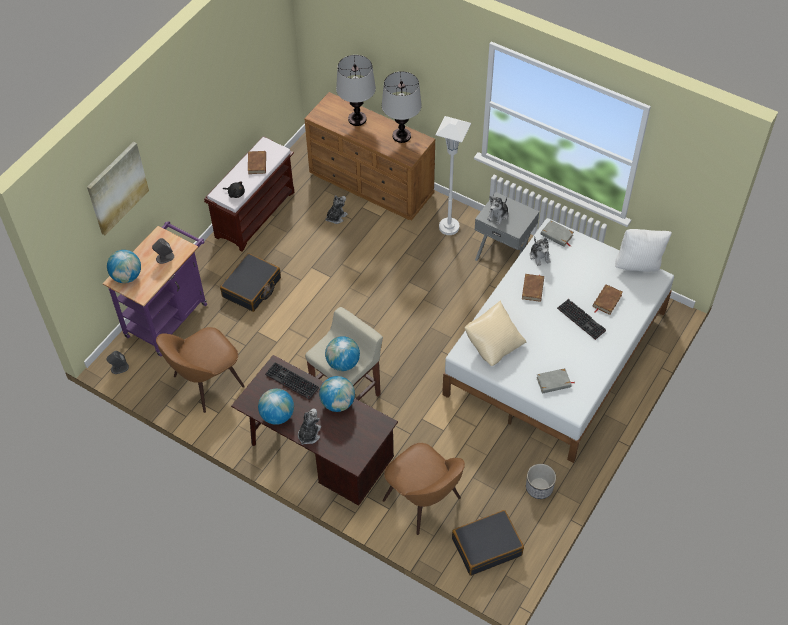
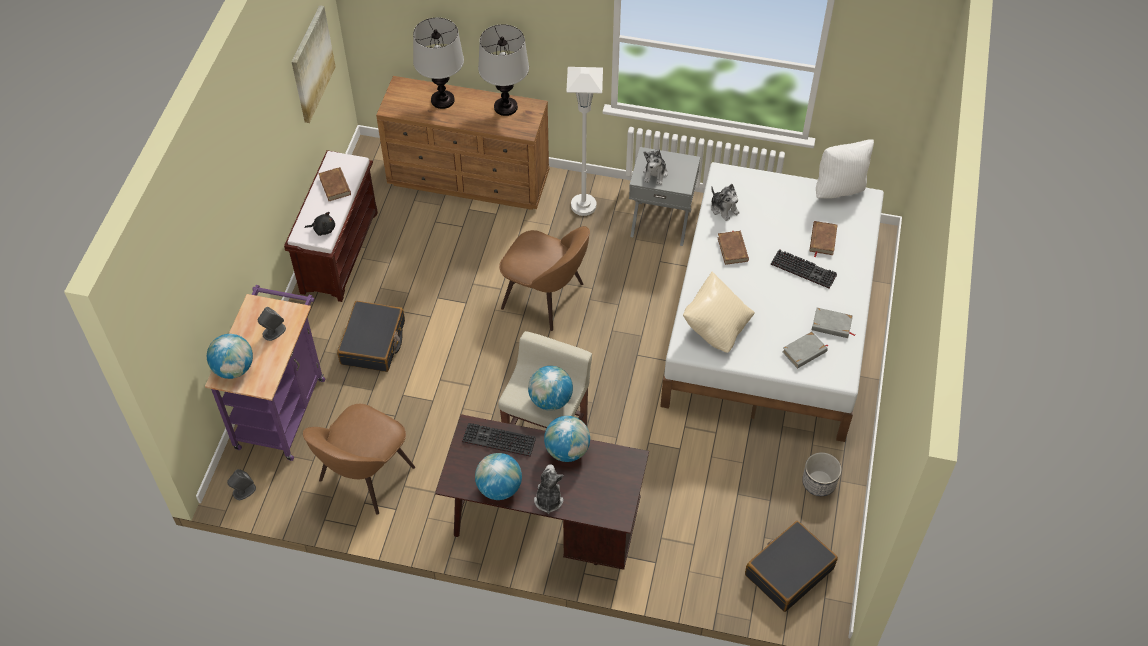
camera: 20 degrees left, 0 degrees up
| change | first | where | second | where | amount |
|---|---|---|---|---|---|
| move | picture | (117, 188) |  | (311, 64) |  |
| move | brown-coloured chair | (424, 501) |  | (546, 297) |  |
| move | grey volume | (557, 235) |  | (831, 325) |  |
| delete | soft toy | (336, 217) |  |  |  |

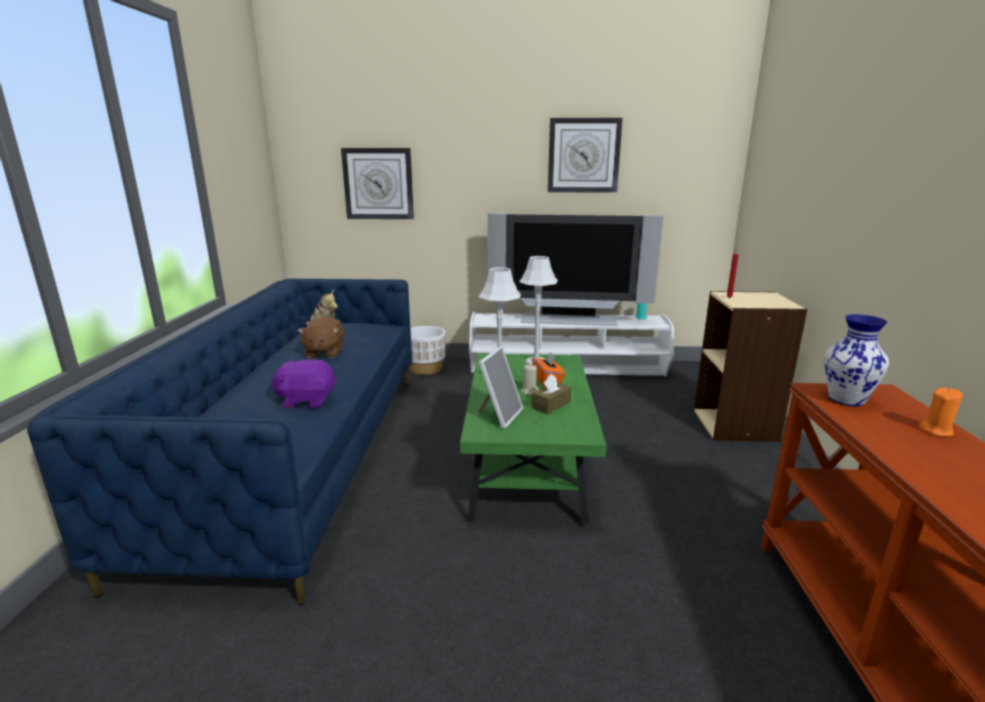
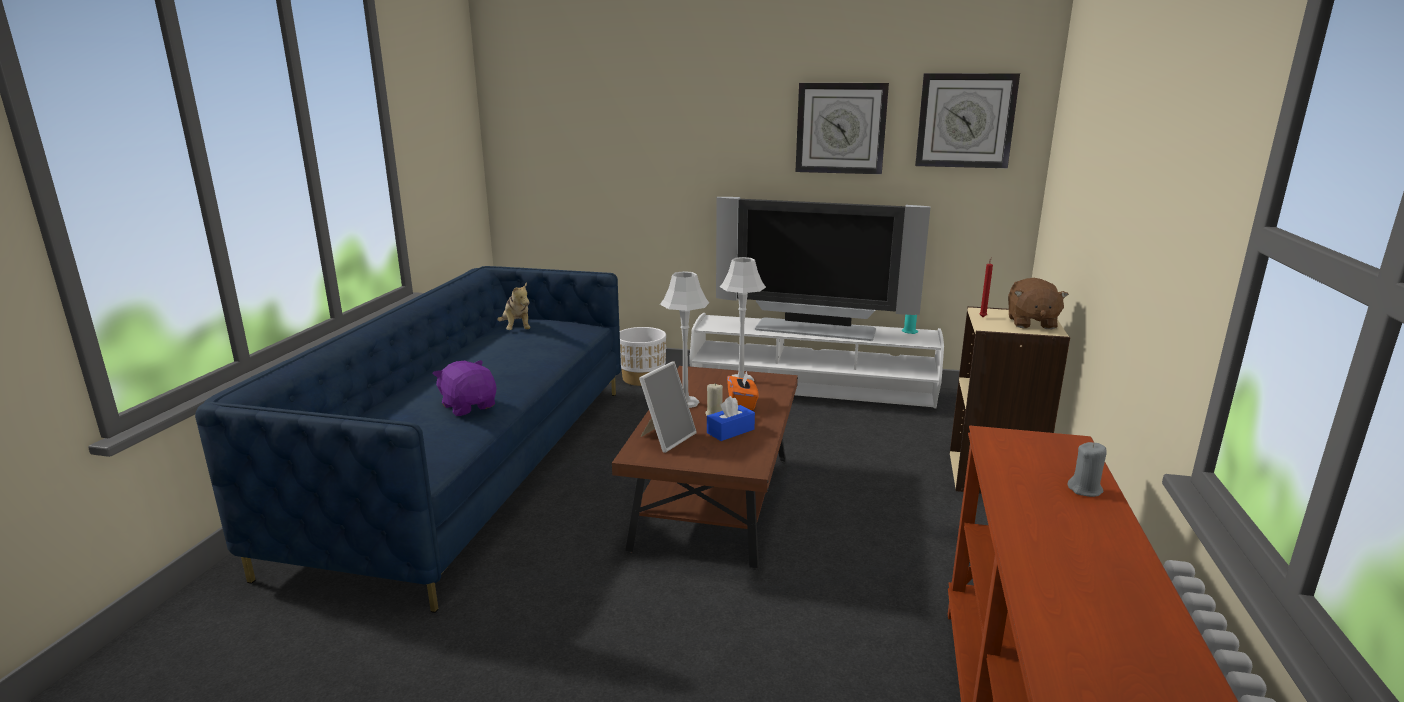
camera: 10 degrees right, 0 degrees up
| change | first | where | second | where | amount |
|---|---|---|---|---|---|
| rotate | purple-coloured soft toy | (307, 400) |  | (469, 406) | 45 degrees clockwise |
| recolor | green-coloured coffee table | (527, 468) | brown-coloured coffee table | (714, 503) |  |
| recolor | brown-coloured tissue box | (551, 405) | blue tissue box | (730, 431) |  |
| move | hanging clock | (378, 184) |  | (965, 120) |  |
| move | brown-coloured soft toy | (324, 353) |  | (1031, 323) |  |
| recolor | orange wax light | (936, 430) | grey wax light | (1085, 490) |  |
| delete | vase | (845, 399) |  |  |  |

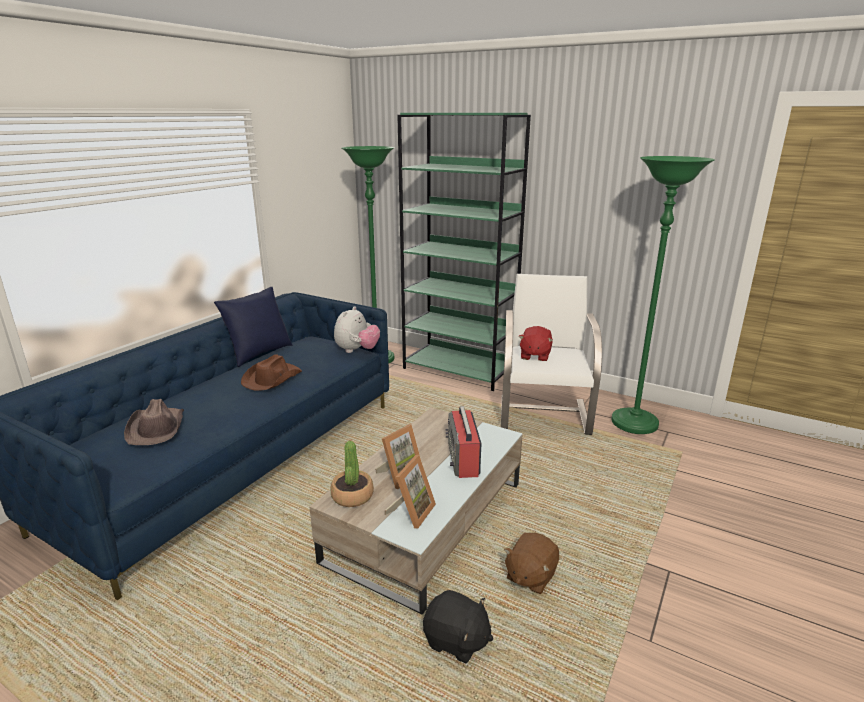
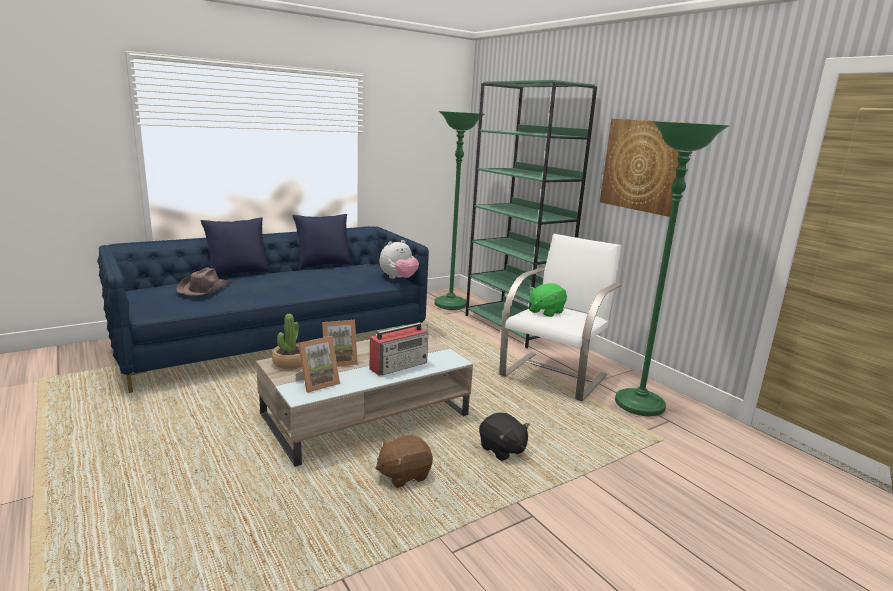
camera: 25 degrees right, 5 degrees down
| change | first | where | second | where | amount |
|---|---|---|---|---|---|
| insert |  |  | blue pillow | (238, 274) |  |
| rotate | radio | (463, 459) |  | (399, 365) | 150 degrees counterclockwise |
| move | blackish soft toy | (456, 641) |  | (502, 450) |  |
| recolor | reddish soft toy | (534, 356) | green-coloured soft toy | (545, 311) |  |
| insert |  |  | picture | (642, 165) |  |
| delete | brown-coloured clothing hat | (271, 378) |  |  |  |

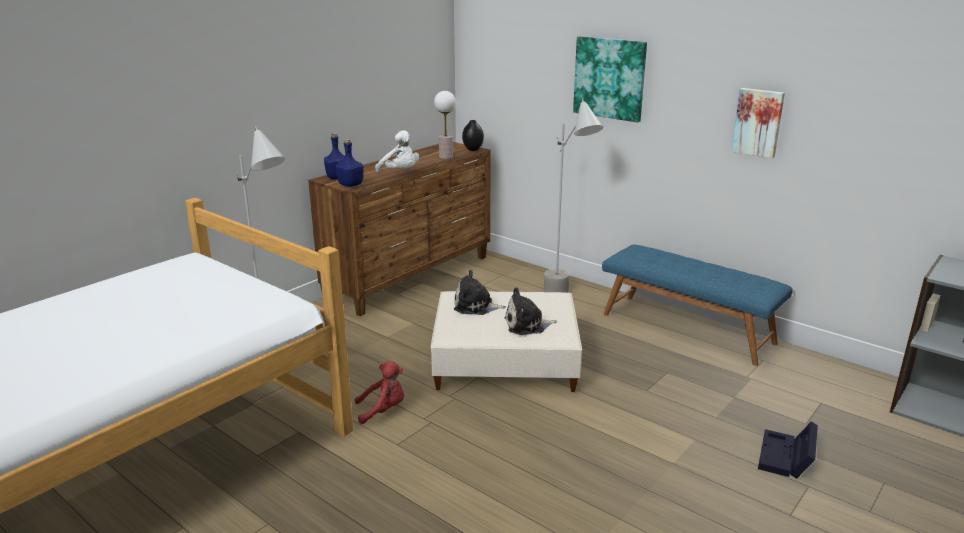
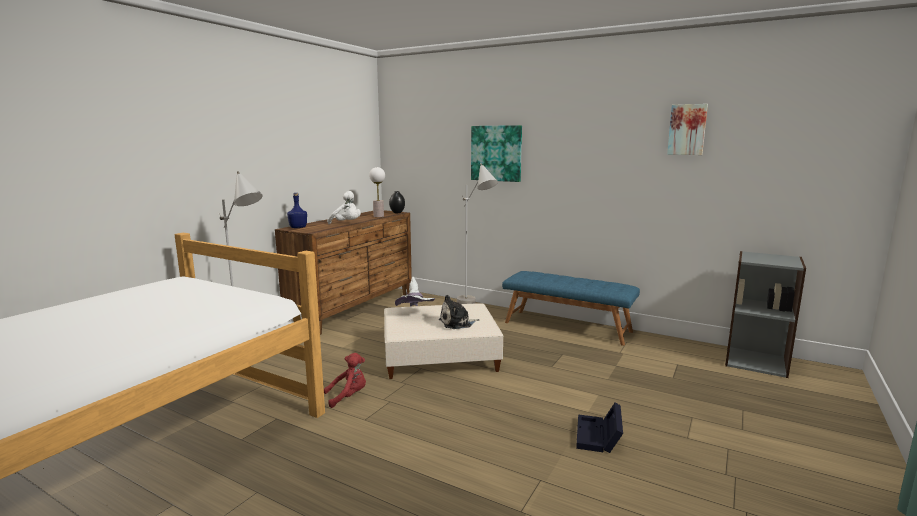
camera: 10 degrees left, 10 degrees down
| change | first | where | second | where | amount |
|---|---|---|---|---|---|
| replace | soft toy | (476, 306) | whitish clothing hat | (414, 315) |  |
| move | blackish storage box | (786, 458) |  | (598, 437) |  |
| move | picture | (758, 122) |  | (687, 129) |  |
| delete | blue beverage bottle | (350, 185) |  |  |  |

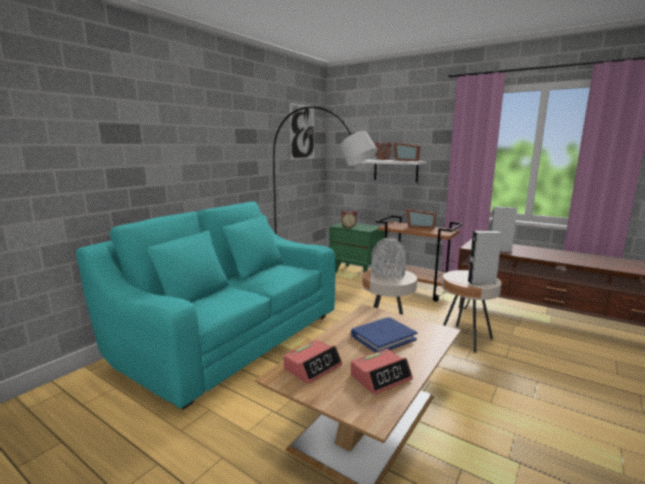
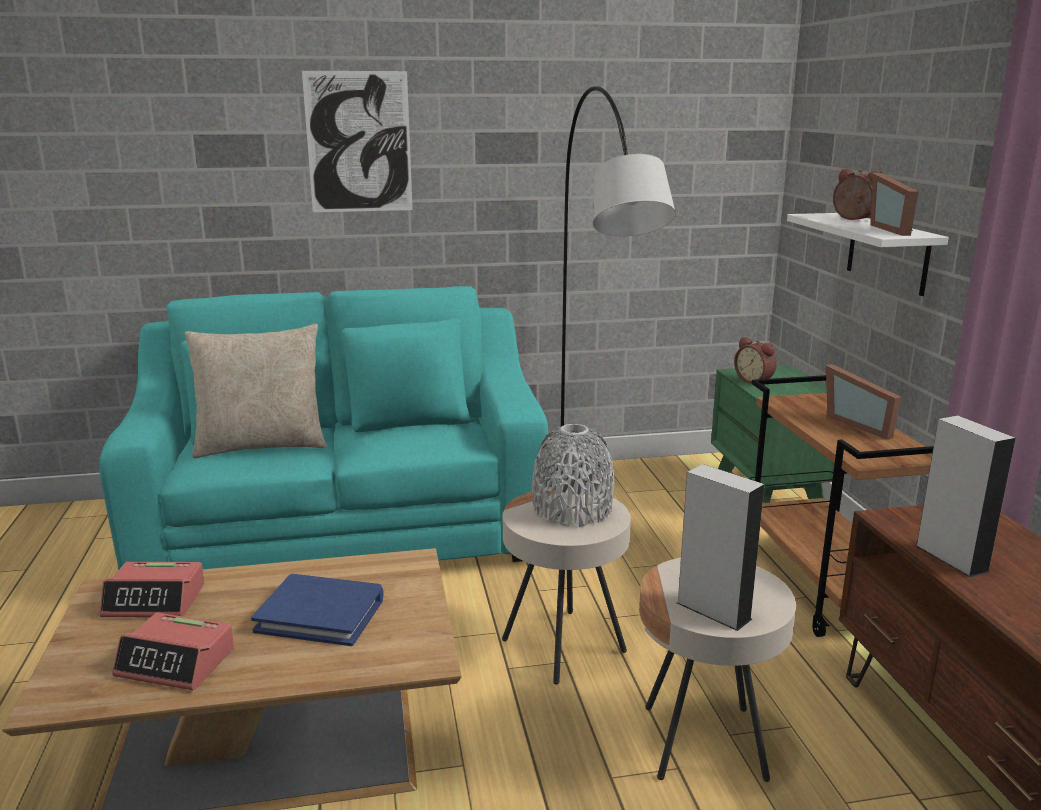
camera: 45 degrees right, 5 degrees up
| change | first | where | second | where | amount |
|---|---|---|---|---|---|
| insert |  |  | beige-coloured pillow | (262, 445) |  |
| move | picture | (302, 132) |  | (359, 142) |  |

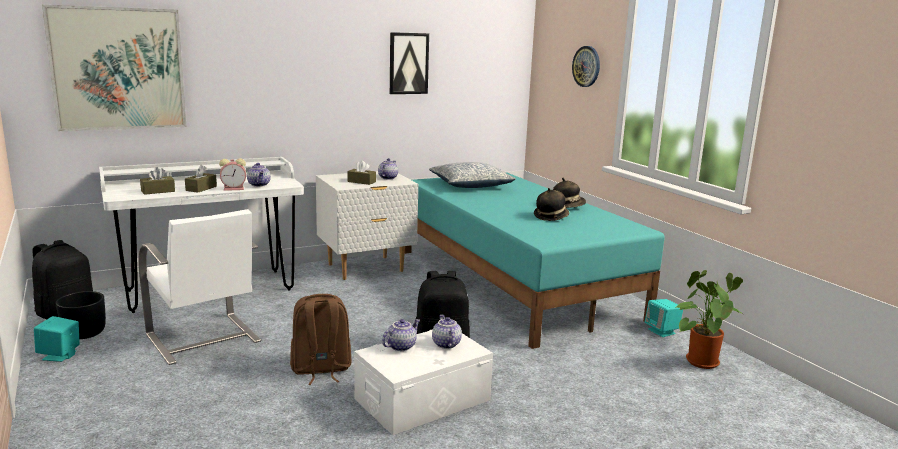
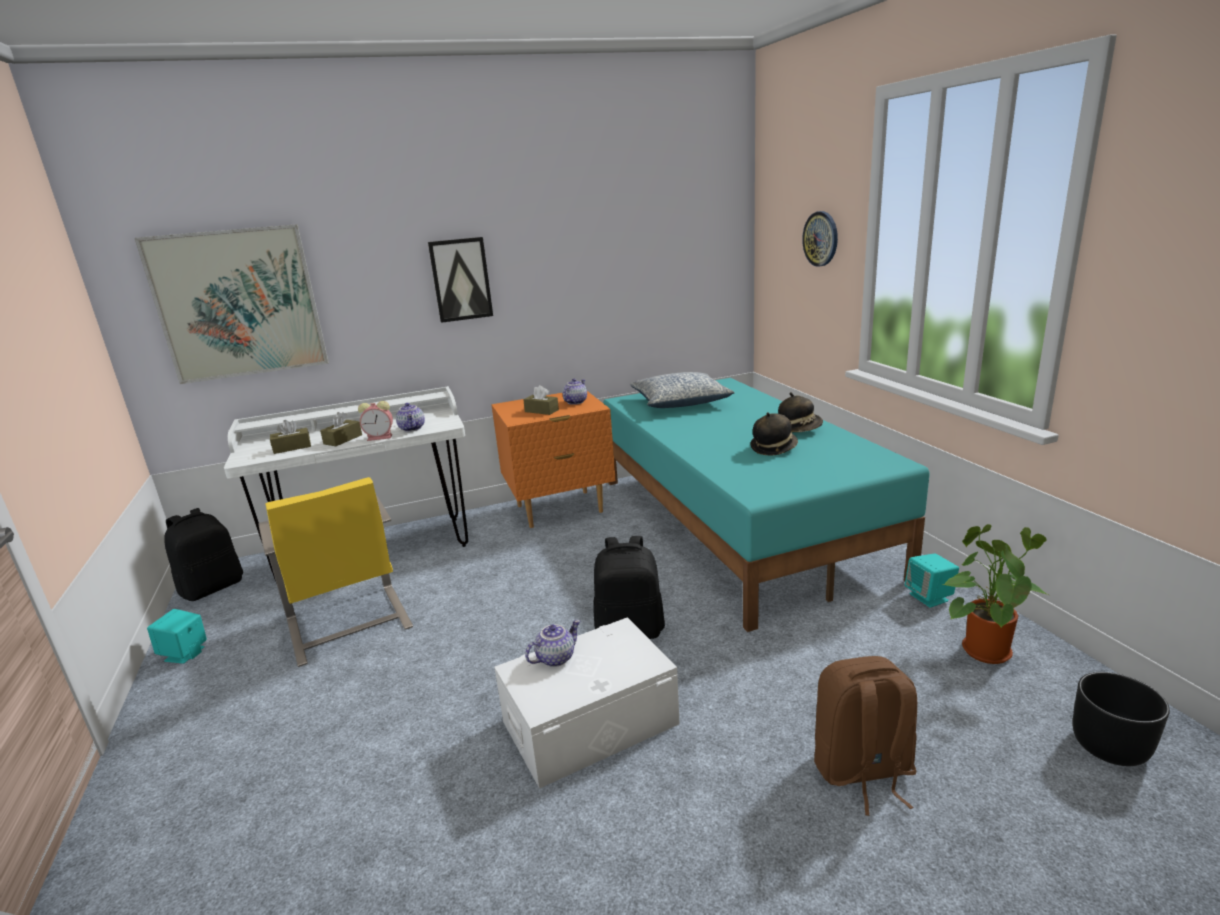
camera: 10 degrees right, 5 degrees up
| change | first | where | second | where | amount |
|---|---|---|---|---|---|
| recolor | whitish chair | (203, 339) | yellow chair | (348, 625) |  |
| move | picture | (408, 63) |  | (461, 279) |  |
| recolor | whitish bedside table | (366, 268) | orange bedside table | (560, 509) |  |
| move | brown-coloured rucksack | (320, 370) |  | (862, 772) |  |
| move | blackish planter | (84, 333) |  | (1109, 746) |  |
| delete | pot for tea | (445, 344) |  |  |  |

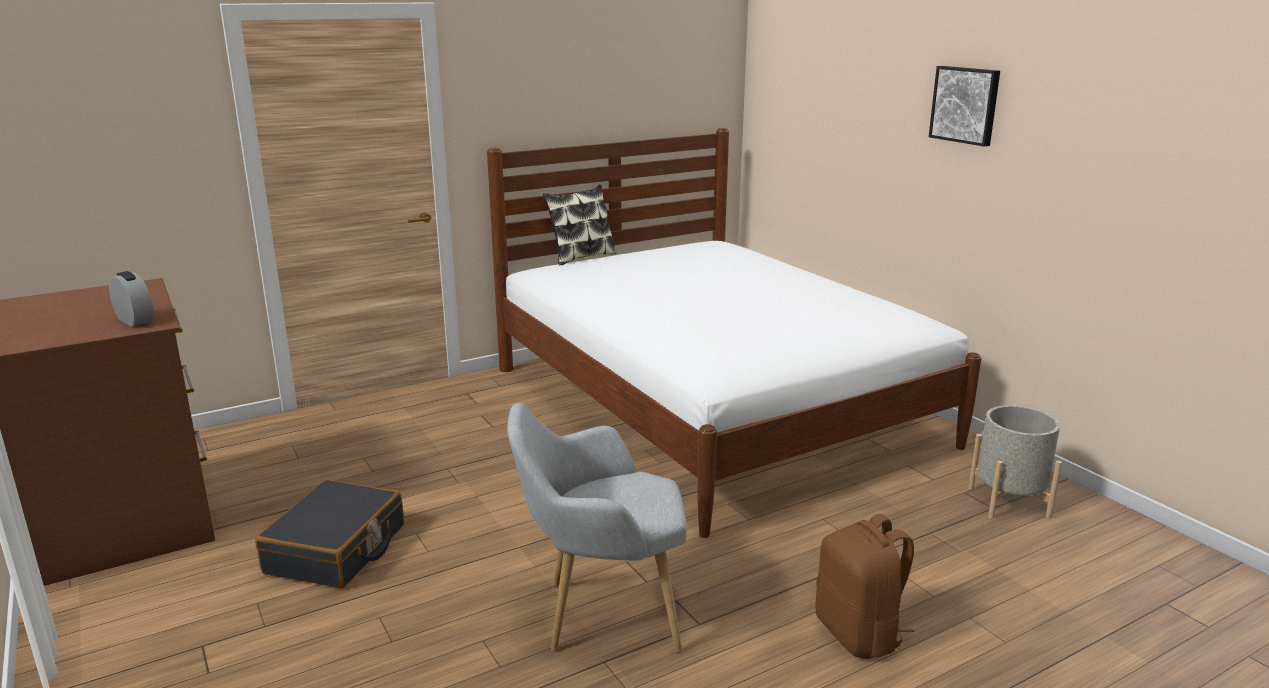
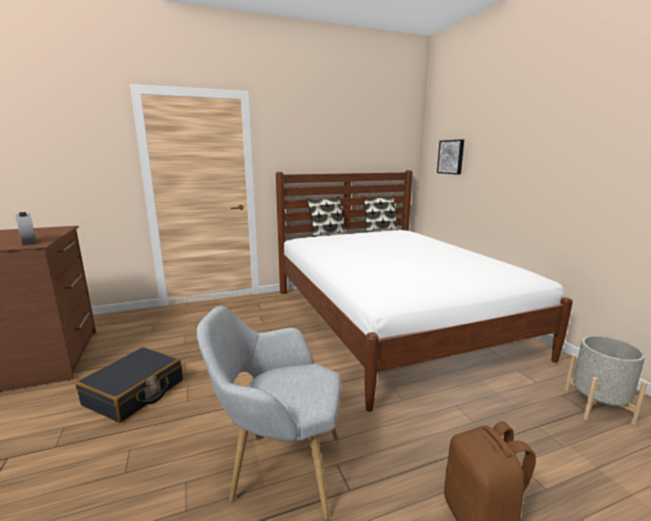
camera: 10 degrees right, 5 degrees down
| change | first | where | second | where | amount |
|---|---|---|---|---|---|
| insert |  |  | pillow | (379, 230) |  |
| move | picture | (965, 105) |  | (451, 157) |  |

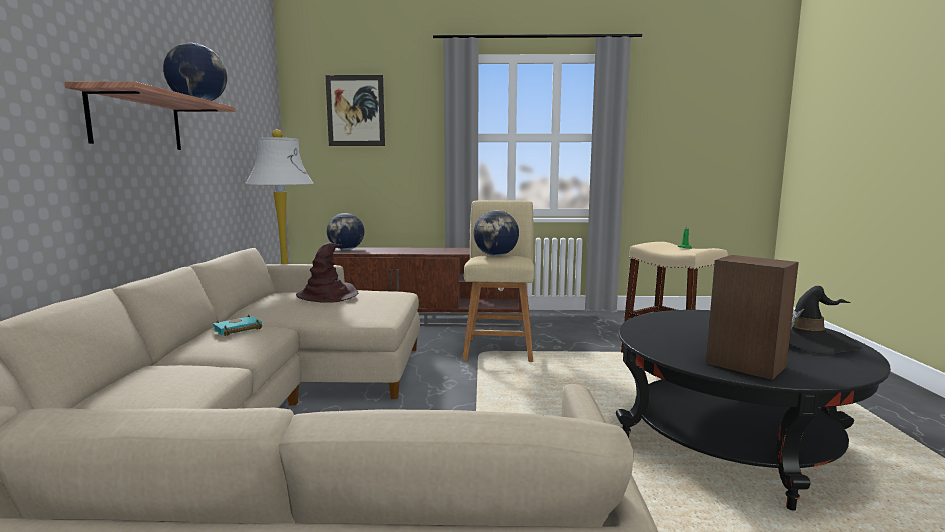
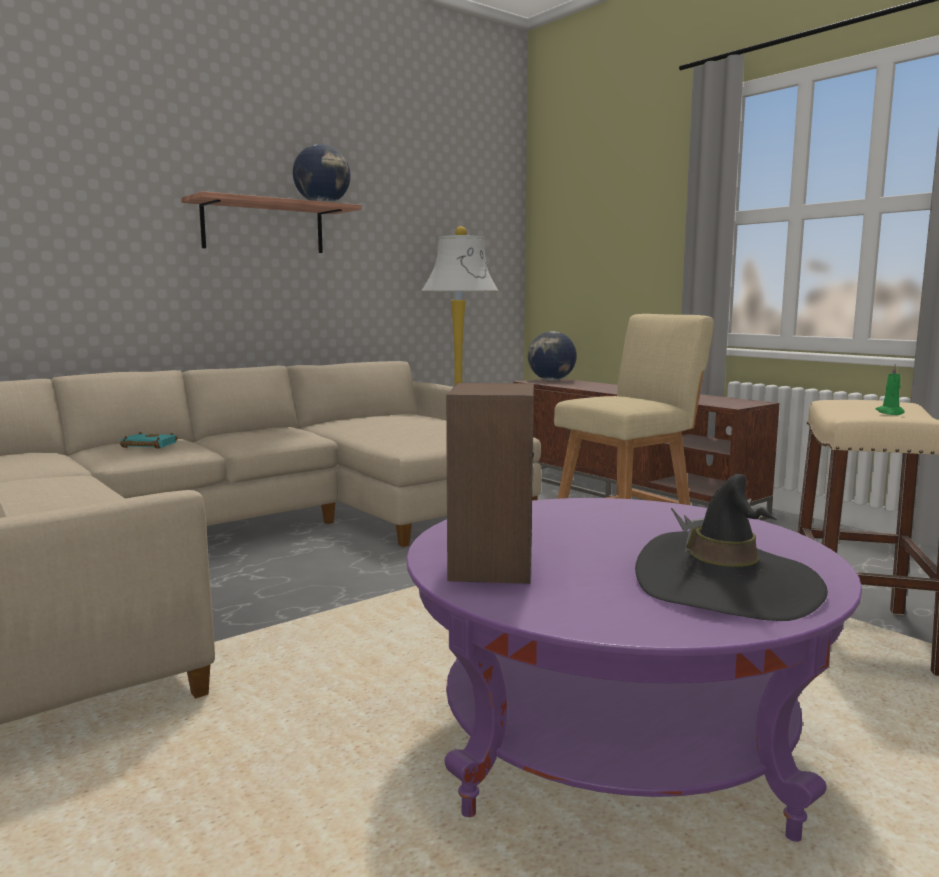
camera: 50 degrees right, 0 degrees up
| change | first | where | second | where | amount |
|---|---|---|---|---|---|
| move | blue-green volume | (237, 330) |  | (147, 445) |  |
| recolor | blackish coffee table | (730, 443) | purple-coloured coffee table | (615, 738) |  |
| delete | brown-coloured clothing hat | (328, 295) |  |  |  |
| delete | picture | (355, 111) |  |  |  |
| delete | desk globe | (496, 255) |  |  |  |

